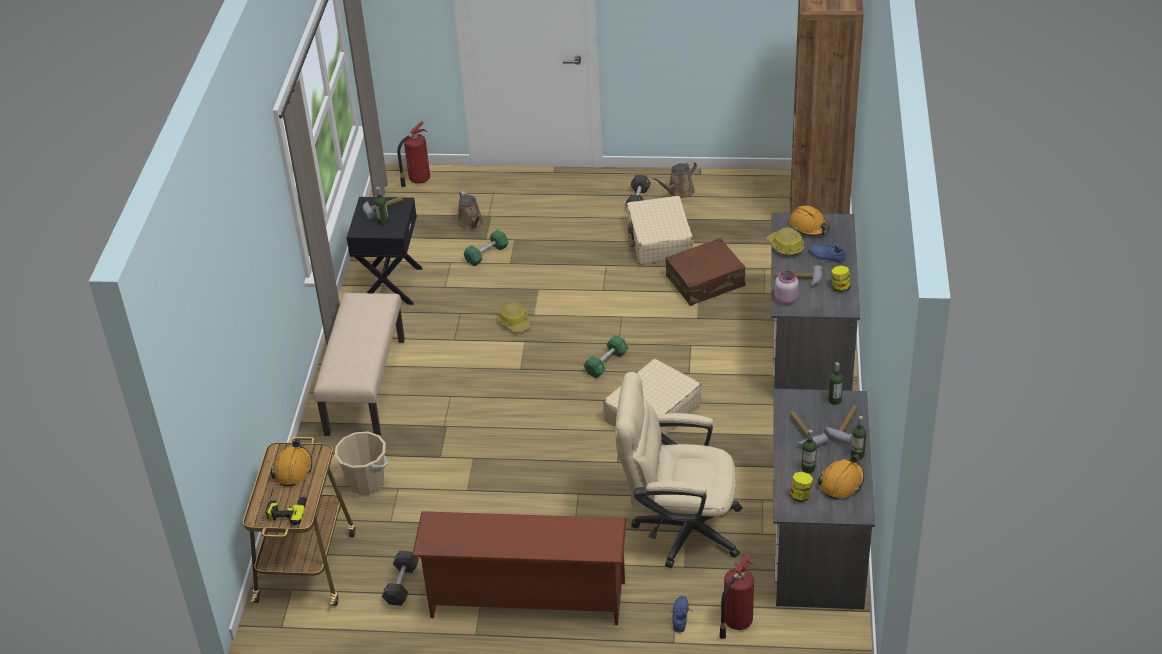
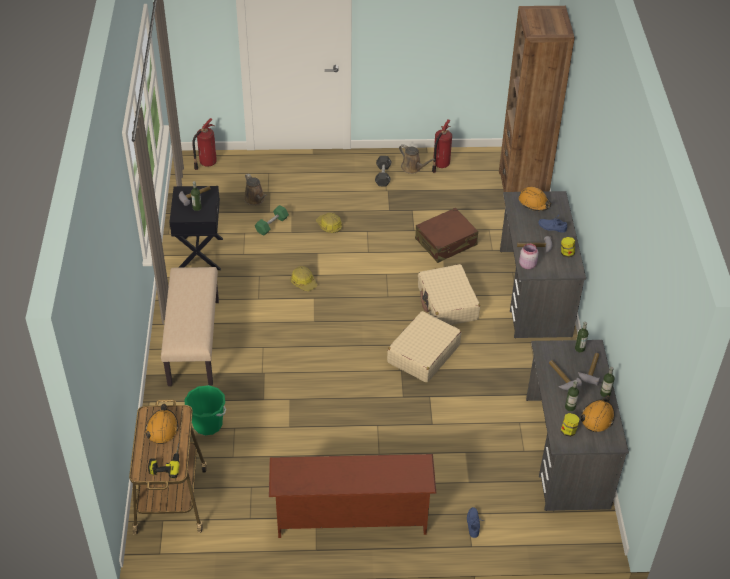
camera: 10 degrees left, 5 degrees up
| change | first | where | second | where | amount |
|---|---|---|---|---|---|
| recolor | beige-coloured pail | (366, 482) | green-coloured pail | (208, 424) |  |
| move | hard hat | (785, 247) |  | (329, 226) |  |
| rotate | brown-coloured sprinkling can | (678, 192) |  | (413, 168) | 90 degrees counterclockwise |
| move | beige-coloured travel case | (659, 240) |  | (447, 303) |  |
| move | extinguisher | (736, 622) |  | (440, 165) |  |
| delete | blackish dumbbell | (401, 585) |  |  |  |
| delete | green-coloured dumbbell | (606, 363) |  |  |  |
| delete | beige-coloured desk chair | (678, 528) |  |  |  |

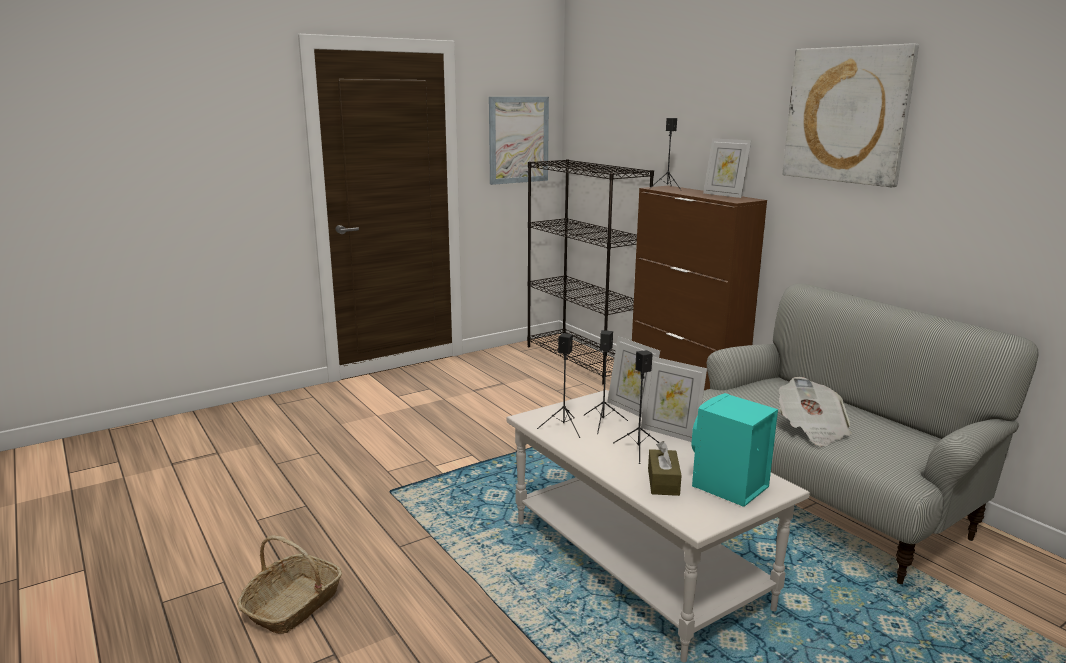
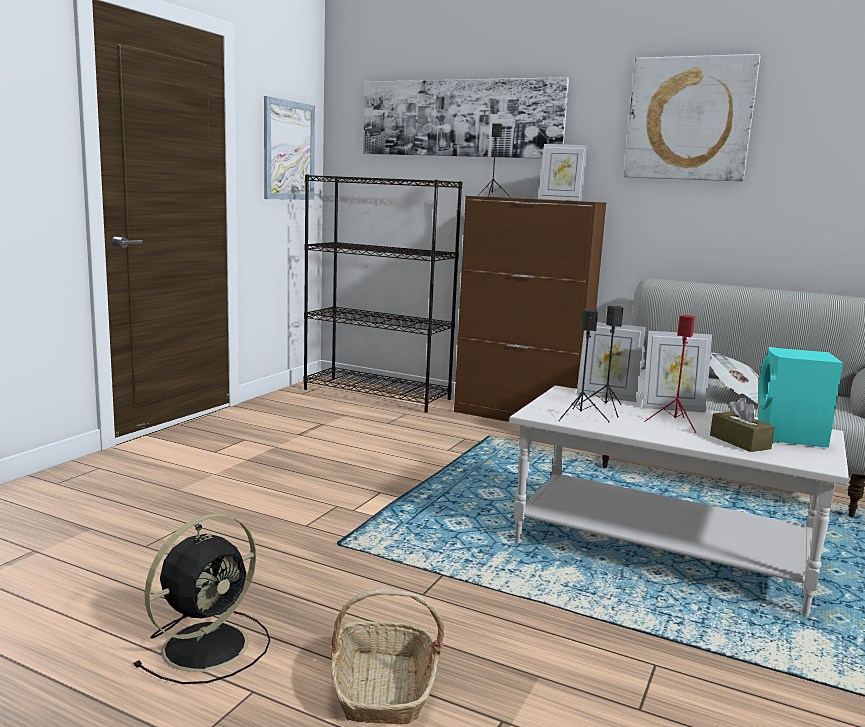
camera: 30 degrees left, 5 degrees down
| change | first | where | second | where | amount |
|---|---|---|---|---|---|
| insert |  |  | blackish electric fan | (209, 645) |  |
| insert |  |  | picture | (460, 118) |  |
| recolor | blackish audio speaker | (638, 450) | reddish audio speaker | (675, 424) |  |

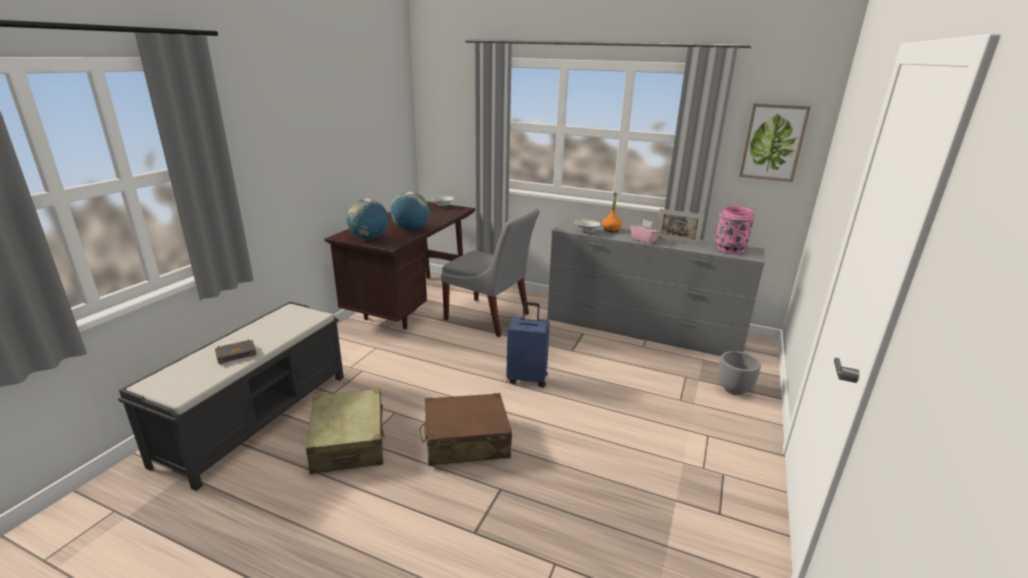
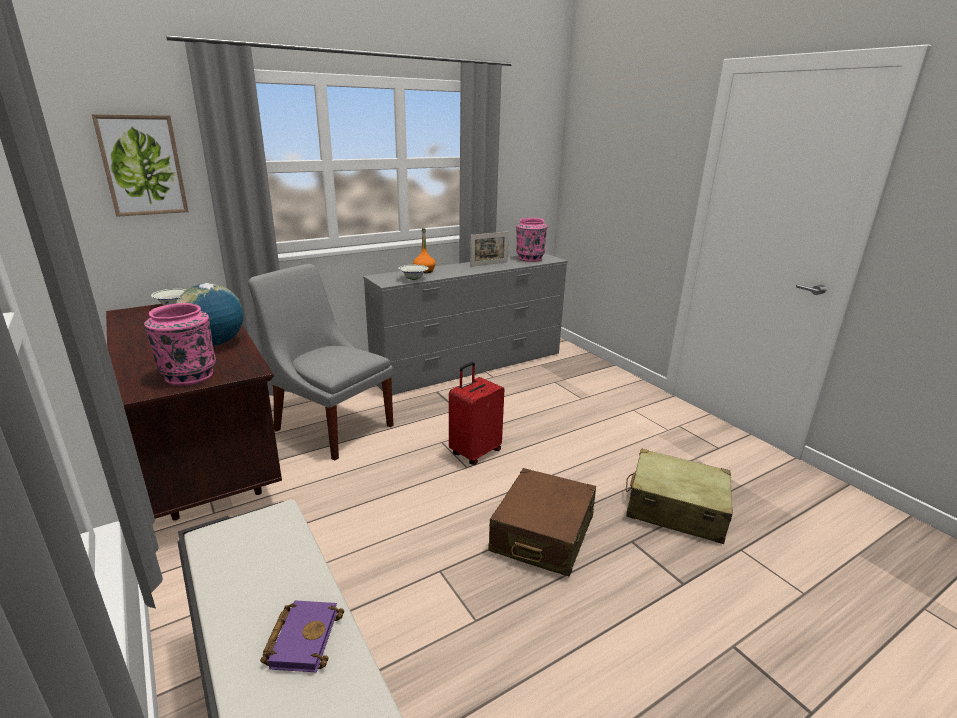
camera: 55 degrees left, 0 degrees up
| change | first | where | second | where | amount |
|---|---|---|---|---|---|
| move | picture | (773, 142) |  | (142, 165) |  |
| replace | desk globe | (369, 238) | pink vase | (189, 375) |  |
| rotate | grey chair | (490, 317) |  | (331, 425) | 120 degrees counterclockwise |
| recolor | blackish volume | (237, 353) | purple-coloured volume | (302, 638) |  |
| recolor | blue travel case | (527, 378) | reddish travel case | (475, 452) |  |
| move | beige-coloured travel case | (349, 442) |  | (675, 508) |  |
| delete | pink tissue box | (643, 240) |  |  |  |
| delete | grey planter | (734, 389) |  |  |  |

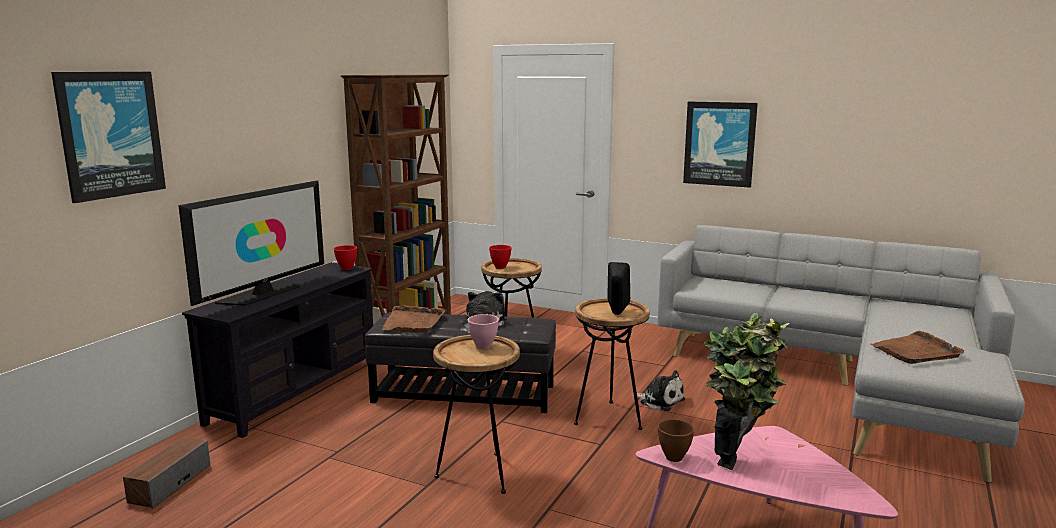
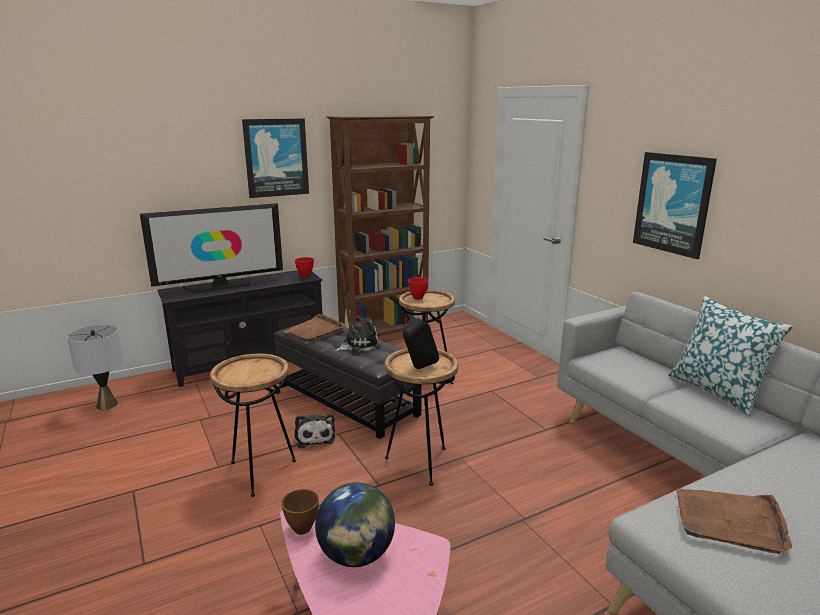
camera: 35 degrees right, 5 degrees up
| change | first | where | second | where | amount |
|---|---|---|---|---|---|
| replace | audio speaker | (169, 483) | grey lamp for a table | (107, 404) |  |
| move | picture | (110, 134) |  | (276, 157) |  |
| move | soft toy | (660, 401) |  | (314, 437) |  |
| replace | houseplant | (739, 456) | desk globe | (356, 555) |  |
| insert |  |  | pillow | (717, 391) |  |
| delete | pink deep dish | (484, 347) |  |  |  |

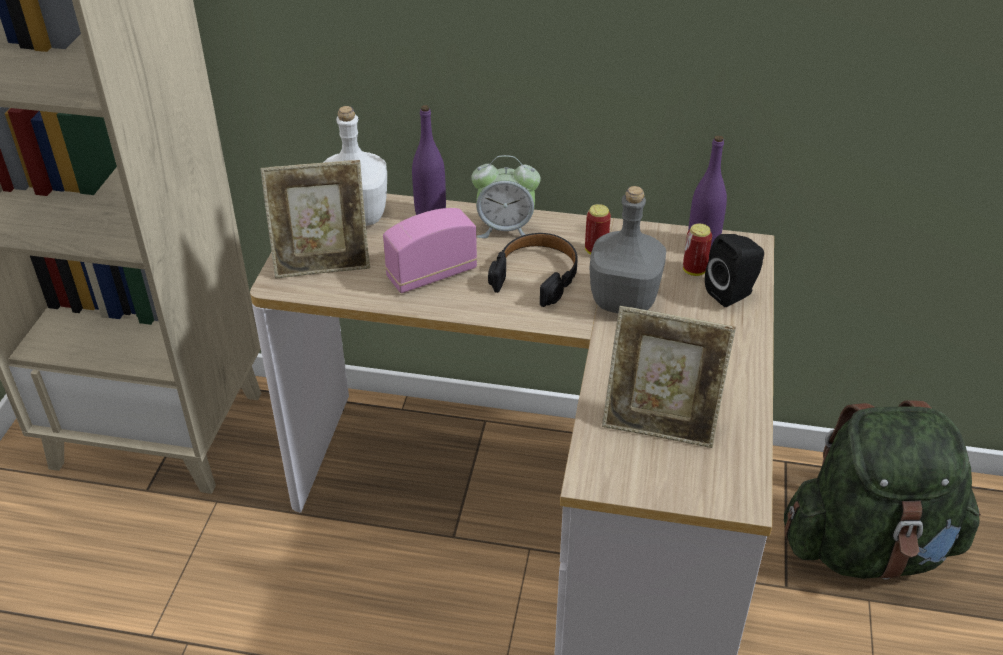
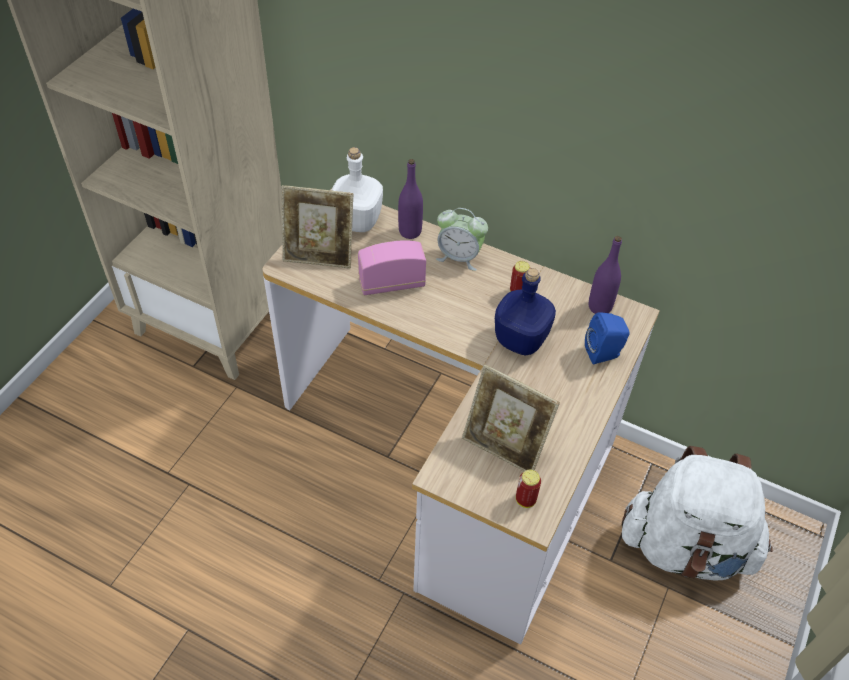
camera: 15 degrees right, 10 degrees up
| change | first | where | second | where | amount |
|---|---|---|---|---|---|
| recolor | grey beverage bottle | (624, 302) | blue beverage bottle | (520, 340) |  |
| move | sealed can | (694, 271) |  | (525, 500) |  |
| recolor | blackish audio speaker | (733, 293) | blue audio speaker | (604, 353) |  |
| recolor | green-coloured rucksack | (868, 547) | whitish rucksack | (686, 547) |  |
| delete | blackish headset | (536, 276) |  |  |  |

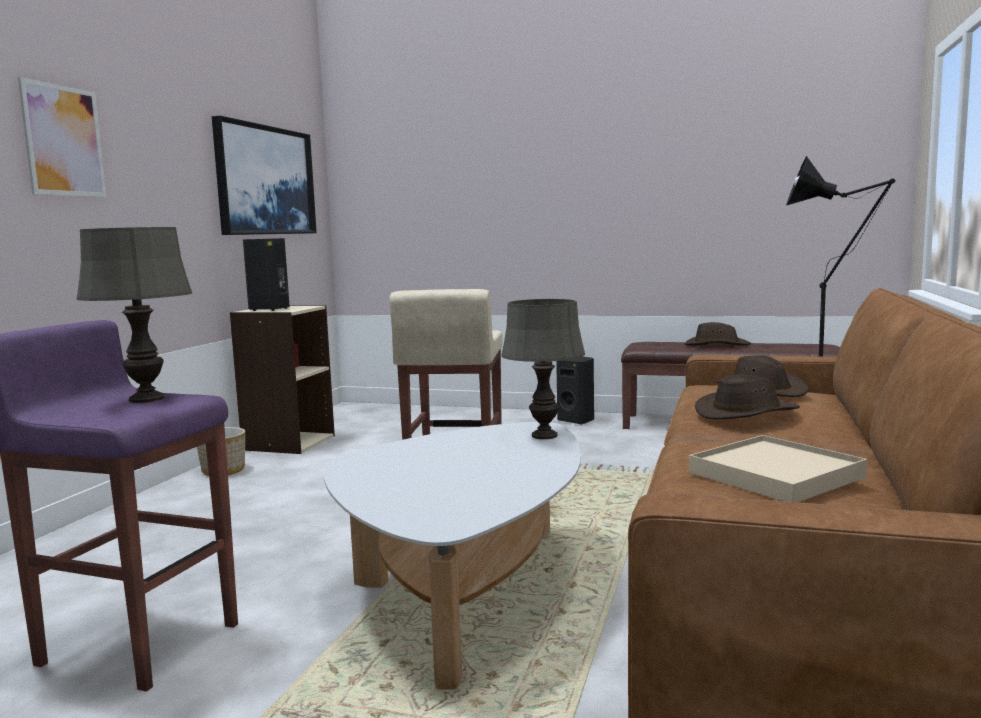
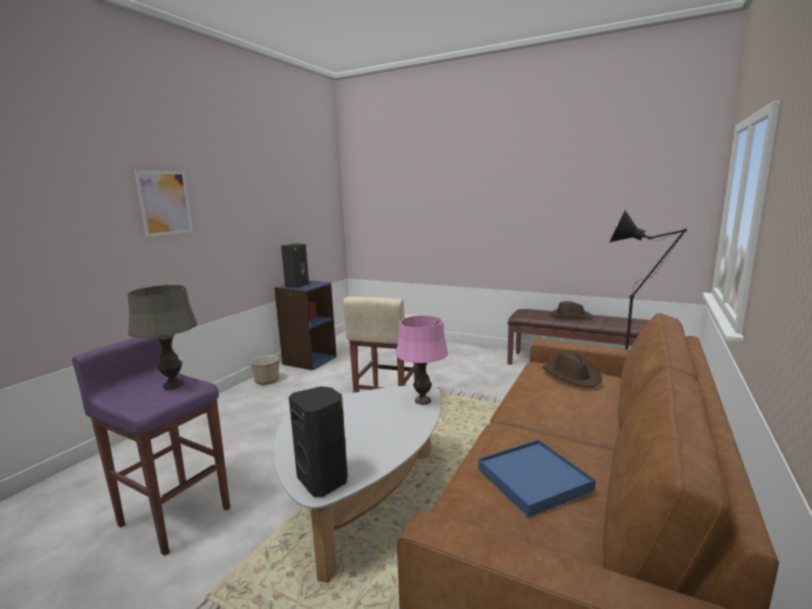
camera: 10 degrees right, 5 degrees up
| change | first | where | second | where | amount |
|---|---|---|---|---|---|
| recolor | beige-coloured shelving unit | (288, 442) | blue shelving unit | (309, 360) |  |
| move | blackish audio speaker | (576, 420) |  | (324, 480) |  |
| recolor | grey lamp for a table | (544, 435) | pink lamp for a table | (422, 401) |  |
| recolor | beige-coloured carrying tray | (775, 475) | blue carrying tray | (533, 479) |  |
| delete | picture | (265, 181) |  |  |  |
| delete | brown-coloured clothing hat | (746, 413) |  |  |  |

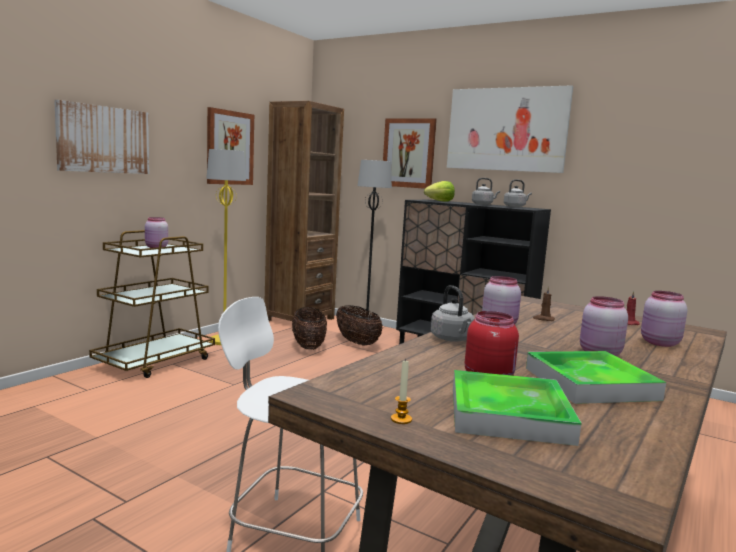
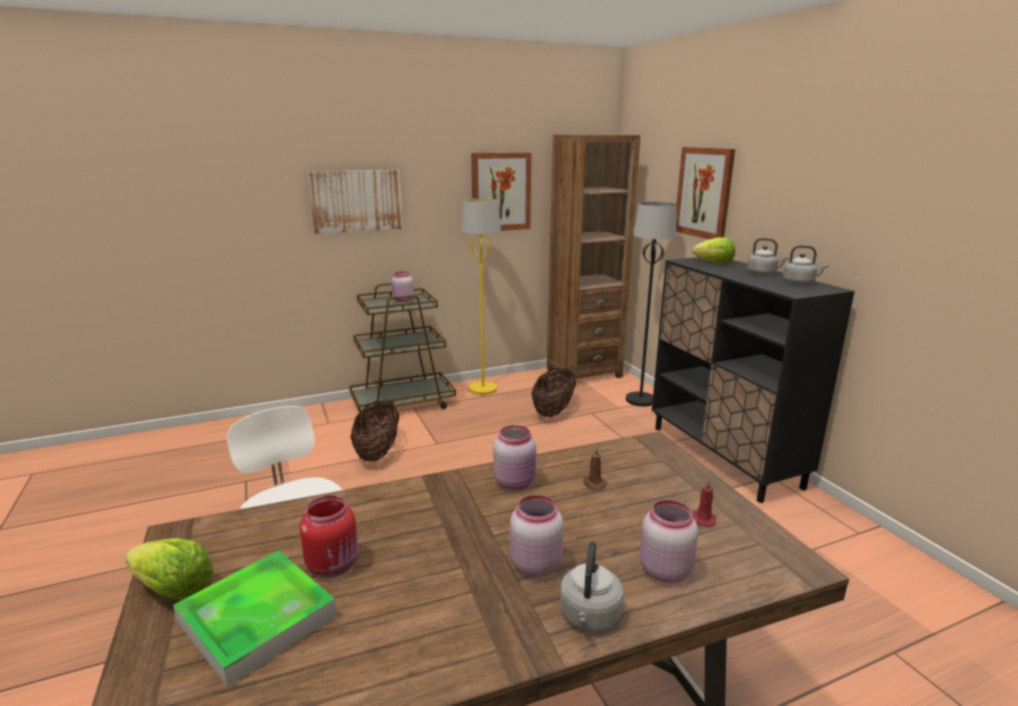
camera: 35 degrees right, 10 degrees up
| change | first | where | second | where | amount |
|---|---|---|---|---|---|
| replace | wax light | (401, 419) | lettuce head | (173, 589) |  |
| move | household basket | (357, 343) |  | (377, 452) |  |
| move | grey kettle | (452, 339) |  | (589, 617) |  |
| delete | picture | (506, 129) |  |  |  |
| delete | carrying tray | (590, 383) |  |  |  |

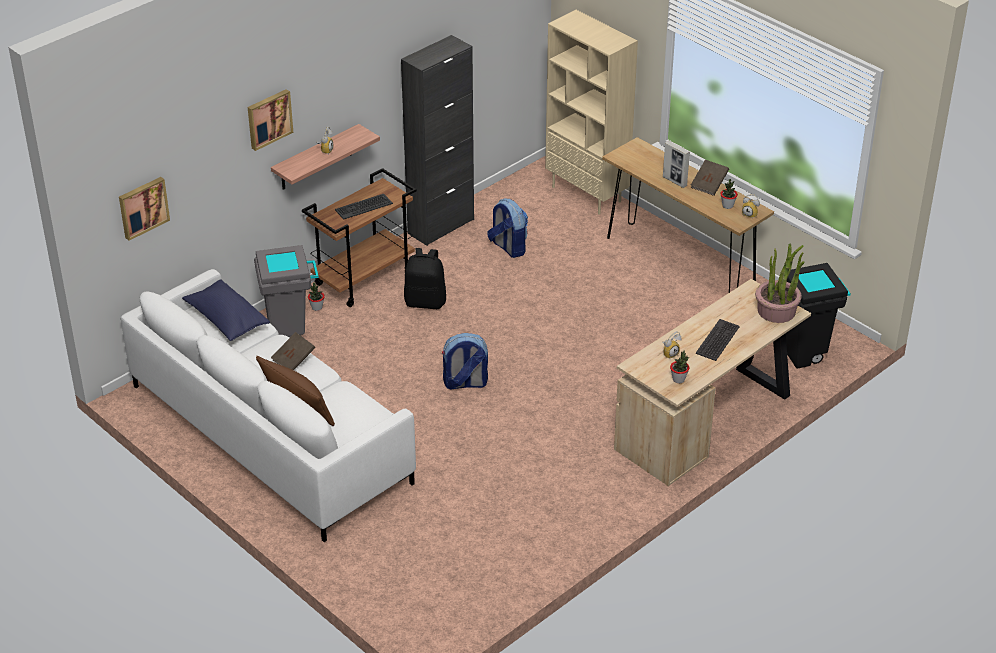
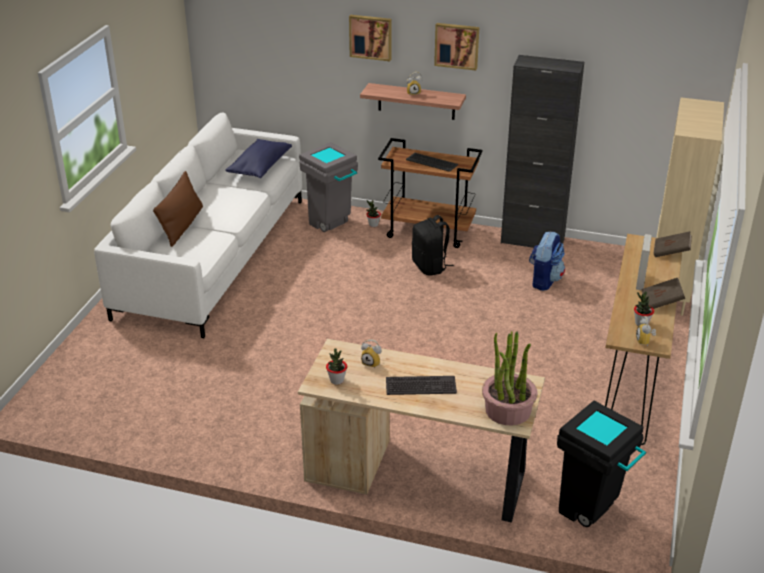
camera: 60 degrees right, 5 degrees down
| change | first | where | second | where | amount |
|---|---|---|---|---|---|
| move | picture | (143, 207) |  | (457, 45) |  |
| move | brown-coloured volume | (294, 360) |  | (671, 252) |  |
| delete | rucksack | (465, 383) |  |  |  |

